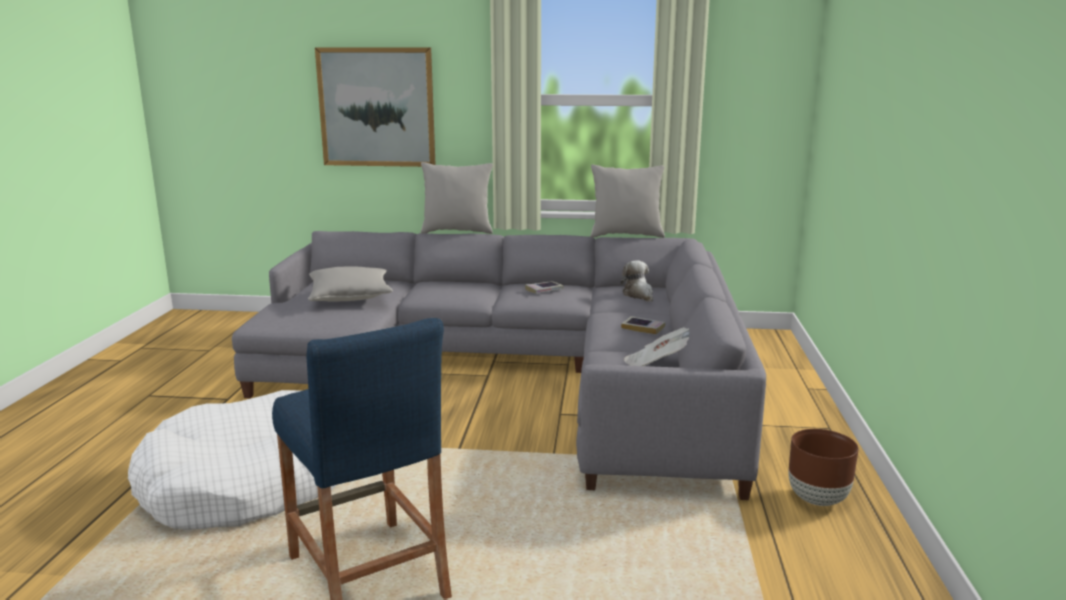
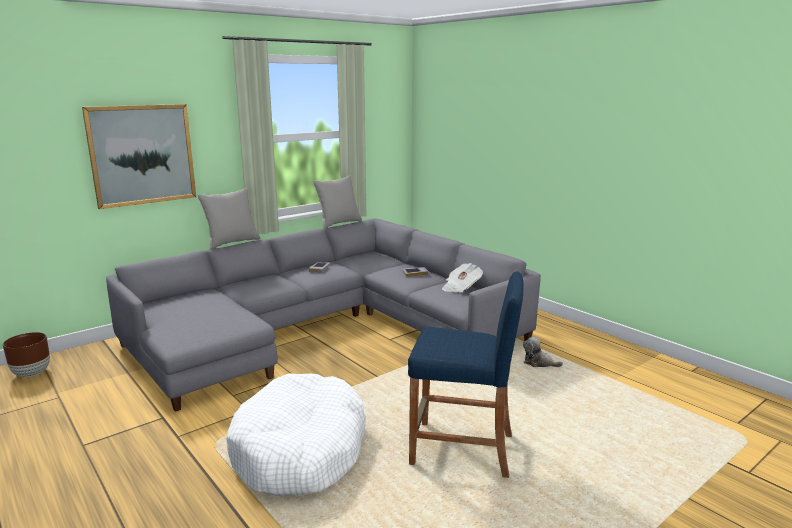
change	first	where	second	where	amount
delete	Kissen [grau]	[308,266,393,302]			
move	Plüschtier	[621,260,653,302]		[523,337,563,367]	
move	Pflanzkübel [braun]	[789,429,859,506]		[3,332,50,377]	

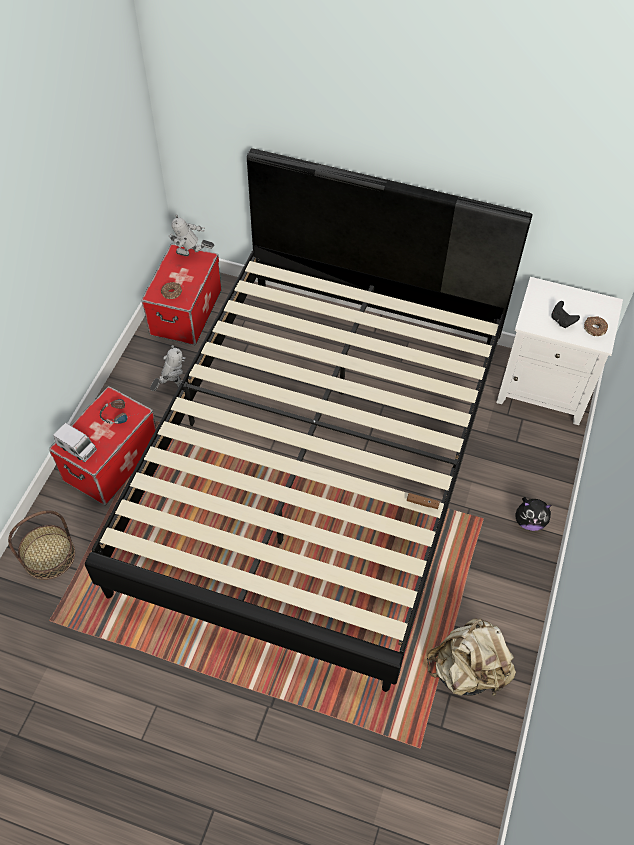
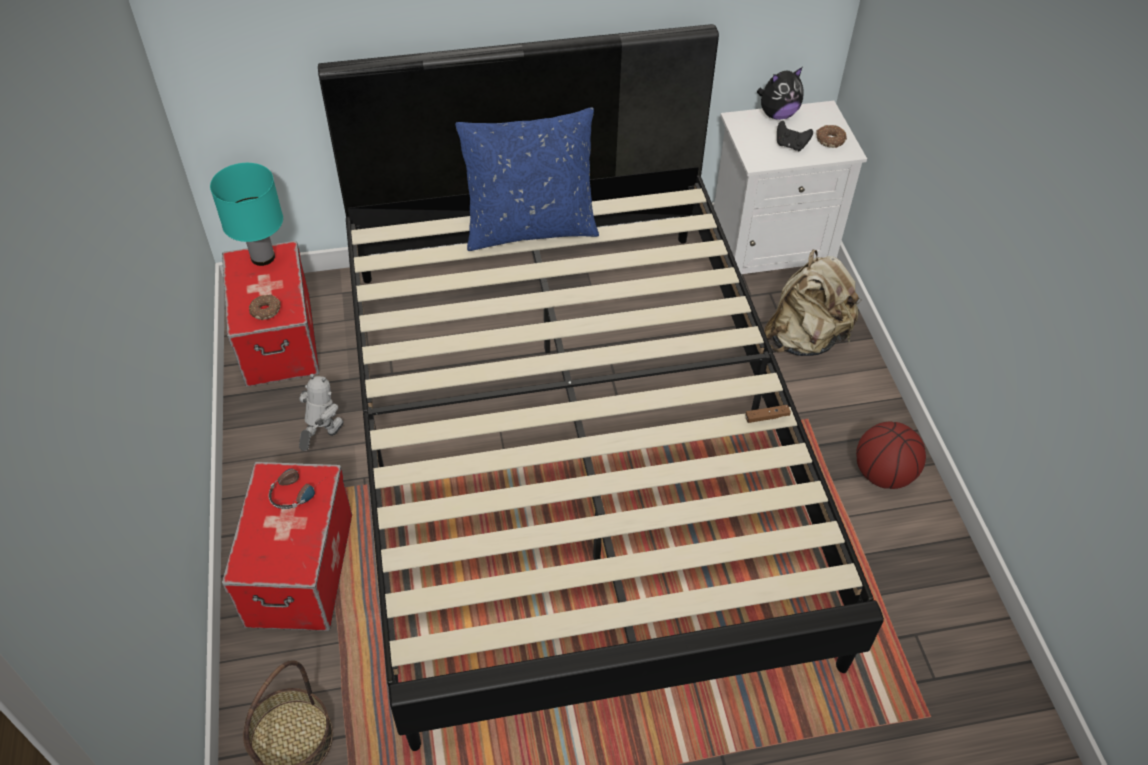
change	first	where	second	where	amount
delete	Spielzeuglaster	[53,423,97,462]			
insert			Kissen [blau]	[455,107,599,251]	
insert			Basketball	[856,422,926,489]	
move	Rucksack [beige]	[427,618,516,698]		[764,249,862,356]	
move	Plüschtier	[515,497,551,531]		[757,67,804,120]	
replace	Spielzeugroboter	[169,214,214,256]	Tischlampe [türkis]	[210,163,283,266]	

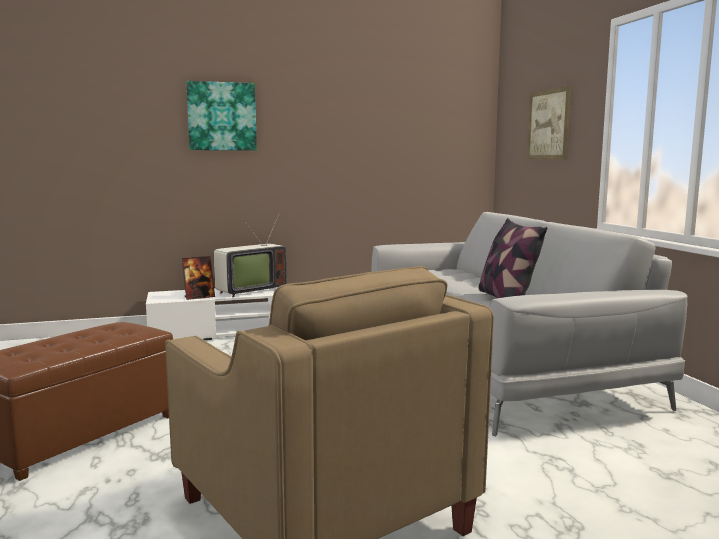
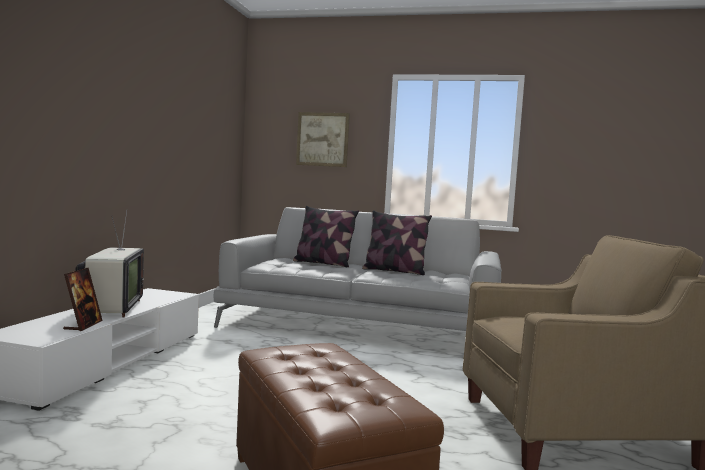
change	first	where	second	where	amount
delete	Bild	[186,81,257,150]			
insert			Kissen	[293,206,359,267]	

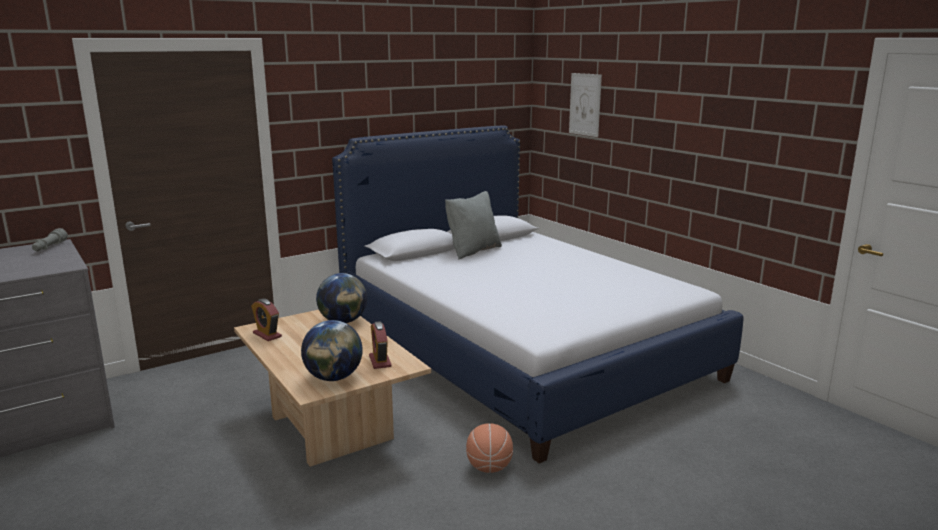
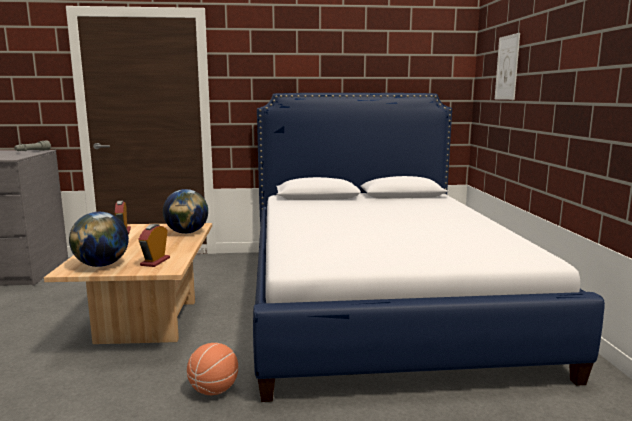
change	first	where	second	where	amount
delete	Kissen [grau]	[445,191,502,260]			

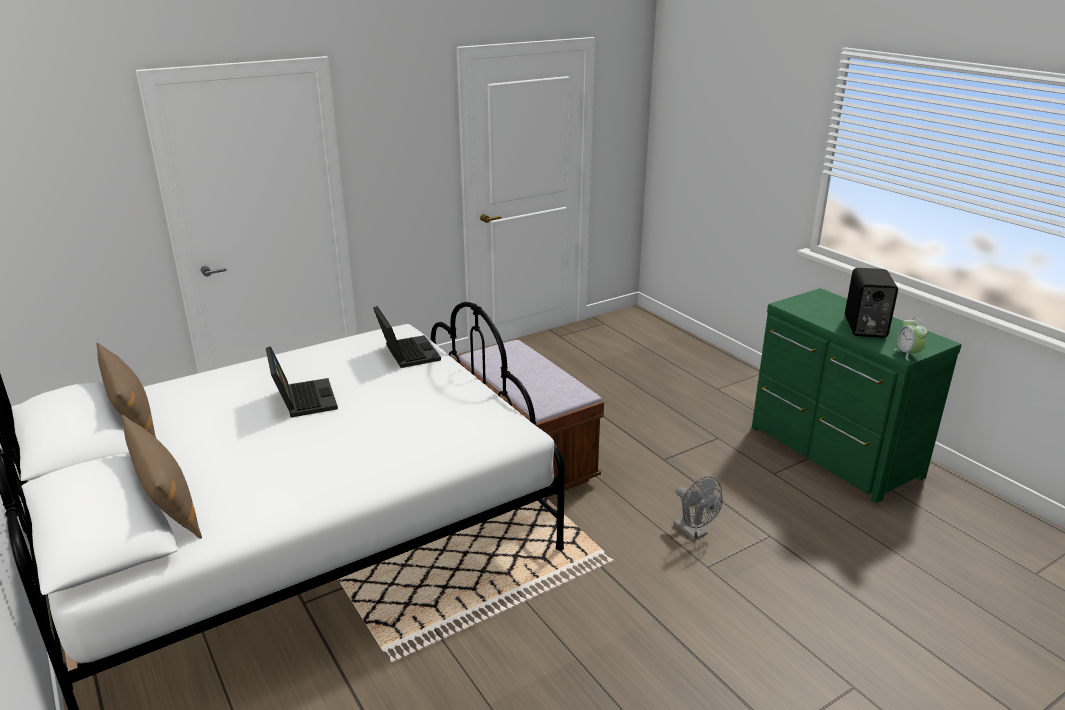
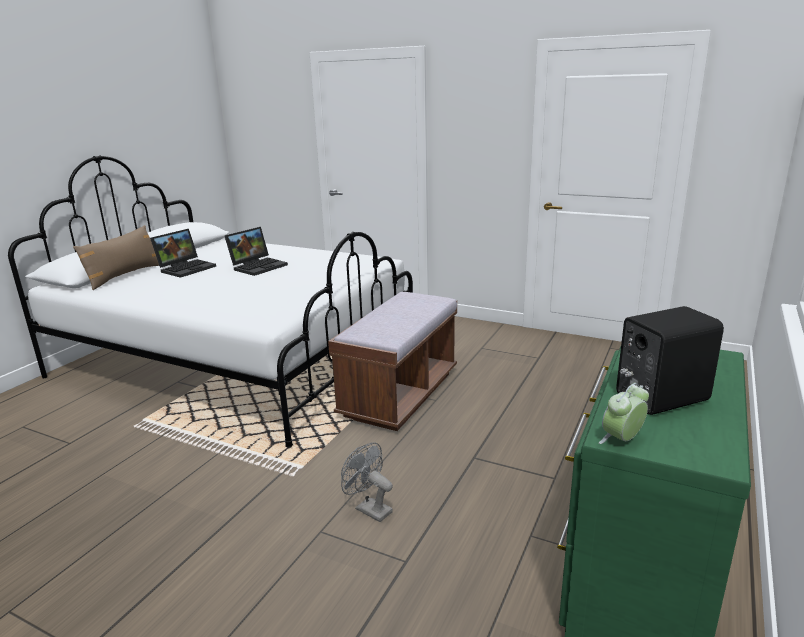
change	first	where	second	where	amount
delete	Kissen [braun]	[96,342,156,438]			
move	Laptop	[373,306,441,368]		[150,229,216,278]	
rotate	Ventilator [grau]	[673,476,723,541]		[341,442,393,522]	105 degrees clockwise

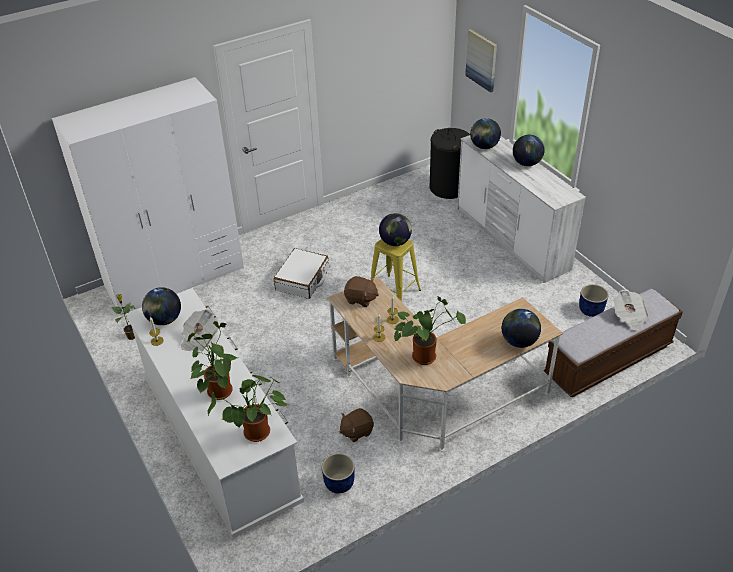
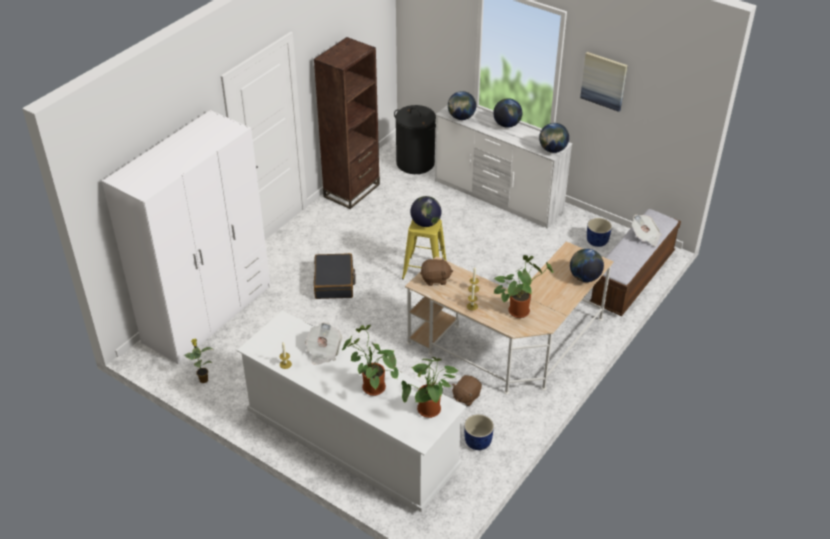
change	first	where	second	where	amount
insert			Bücherregal [braun]	[314,37,380,209]	
move	Globus	[142,287,181,325]		[539,123,569,153]	
move	Bild	[465,29,497,92]		[580,52,628,112]	
recolor	Koffer [weiß]	[274,248,329,299]	Koffer [schwarz]	[314,253,356,299]	

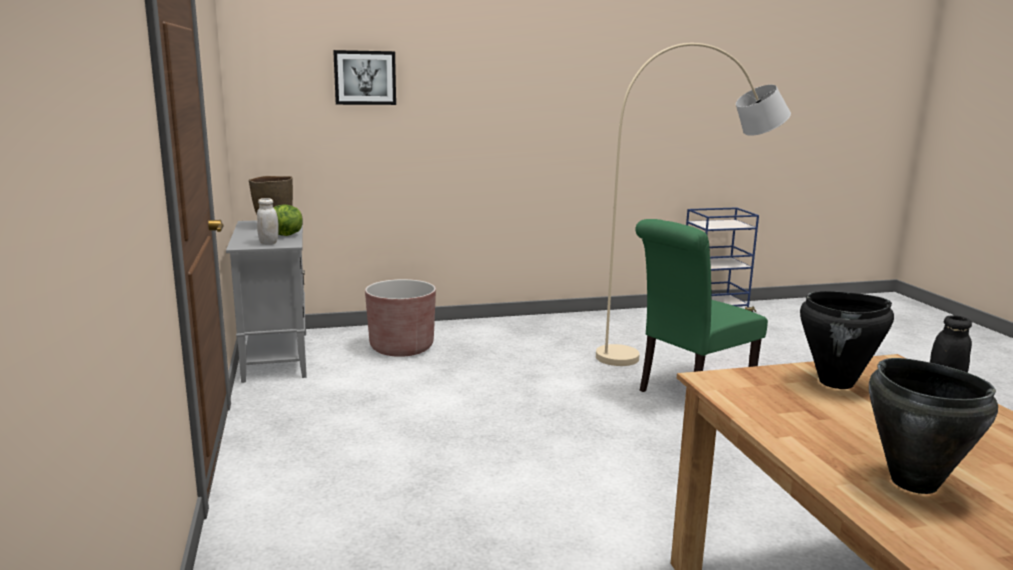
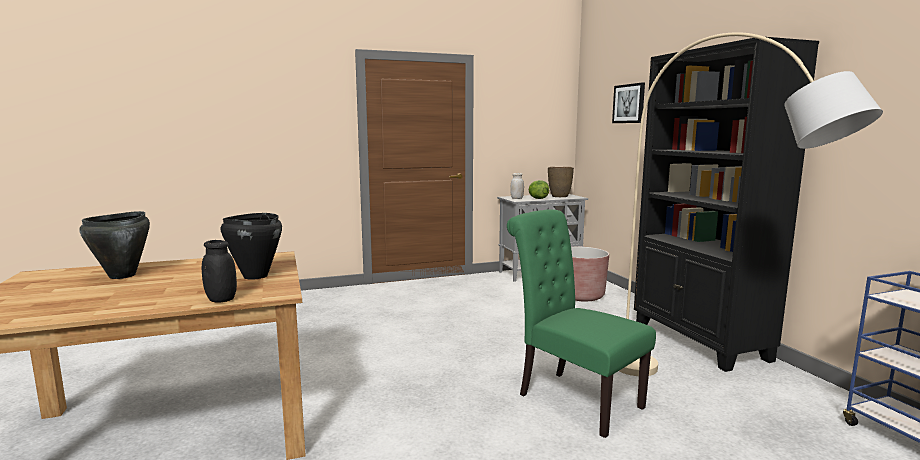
change	first	where	second	where	amount
insert			Bücherregal [schwarz]	[634,37,819,372]	

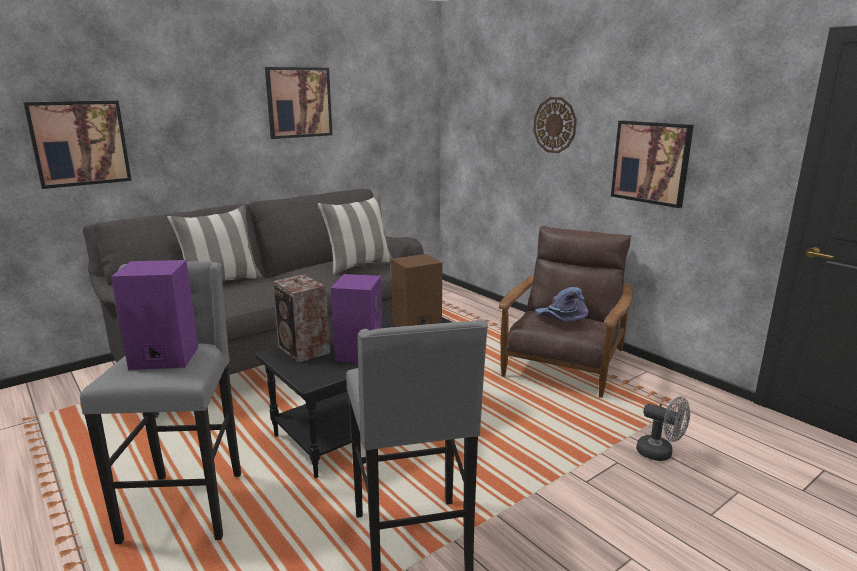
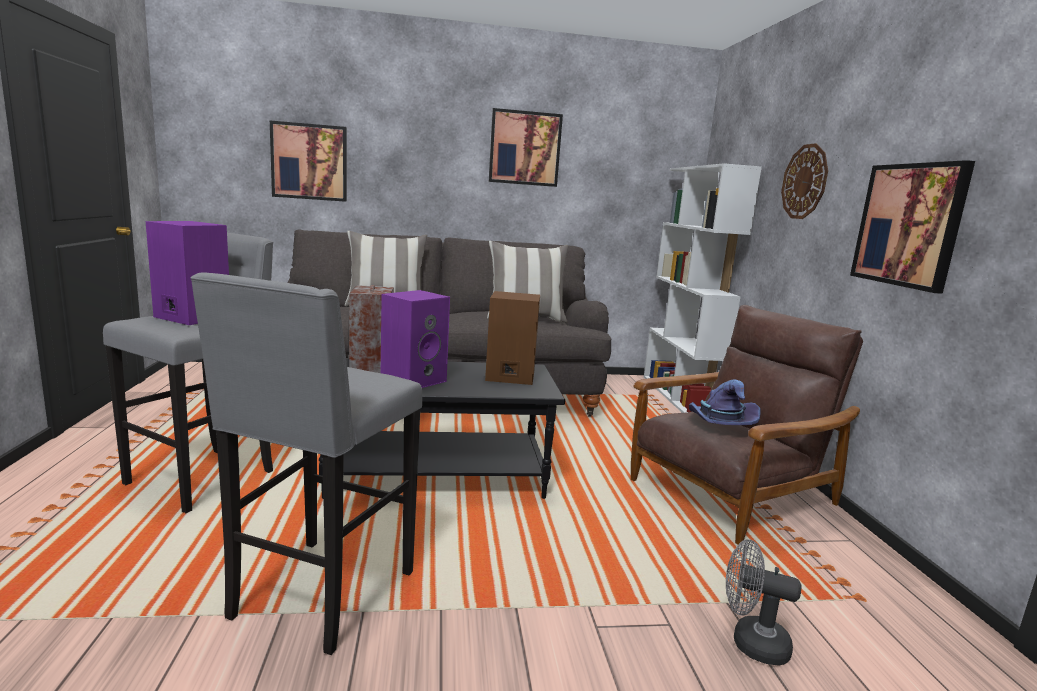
change	first	where	second	where	amount
insert			Bücherregal [weiß]	[644,163,762,413]	
rotate	Ventilator [grau]	[636,396,690,461]		[726,539,801,666]	135 degrees clockwise

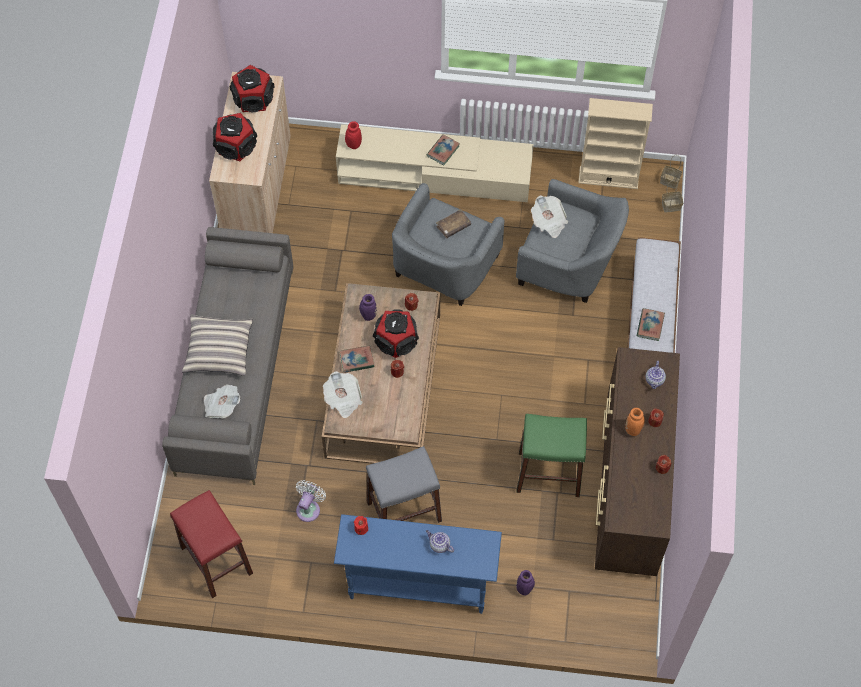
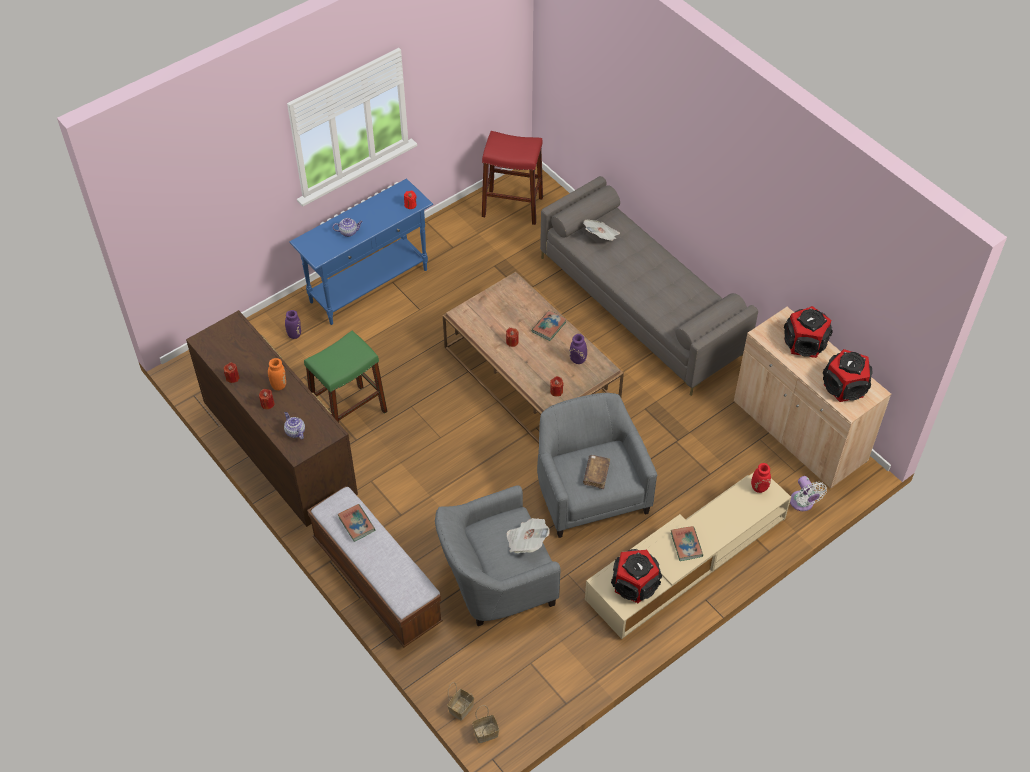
change	first	where	second	where	amount
delete	Kissen	[182,315,253,376]			
delete	Zeitung	[323,371,363,418]			
delete	Hocker [grau]	[366,446,442,523]			
delete	Bücherregal [beige]	[578,98,653,189]			
move	Ventilator [weiß]	[296,480,326,522]		[790,476,827,511]	
move	Lautsprecher	[373,309,419,358]		[611,549,662,603]	

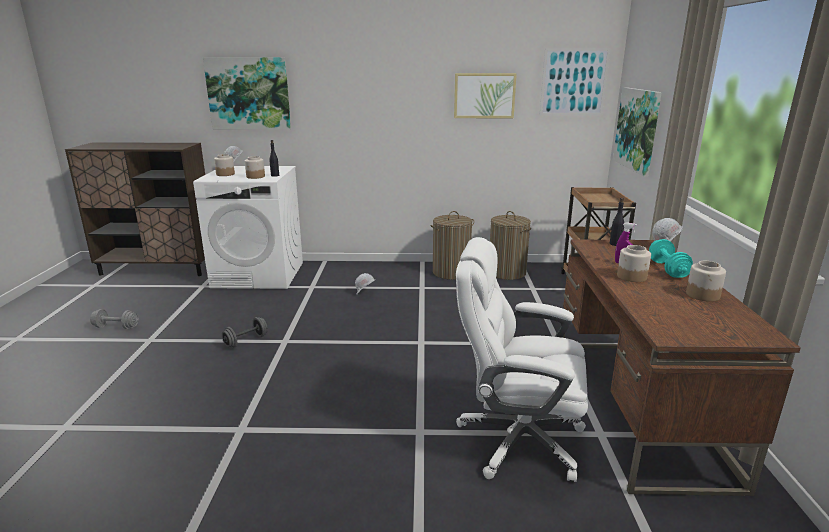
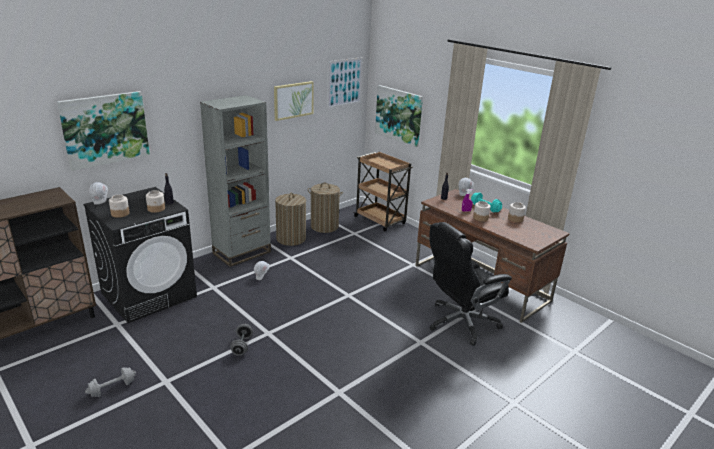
change	first	where	second	where	amount
insert			Bücherregal [grau]	[200,95,271,267]	
recolor	Waschmaschine [weiß]	[193,166,303,289]	Waschmaschine [schwarz]	[83,187,197,323]	
recolor	Bürostuhl [weiß]	[456,237,588,482]	Bürostuhl [schwarz]	[429,222,512,346]	

